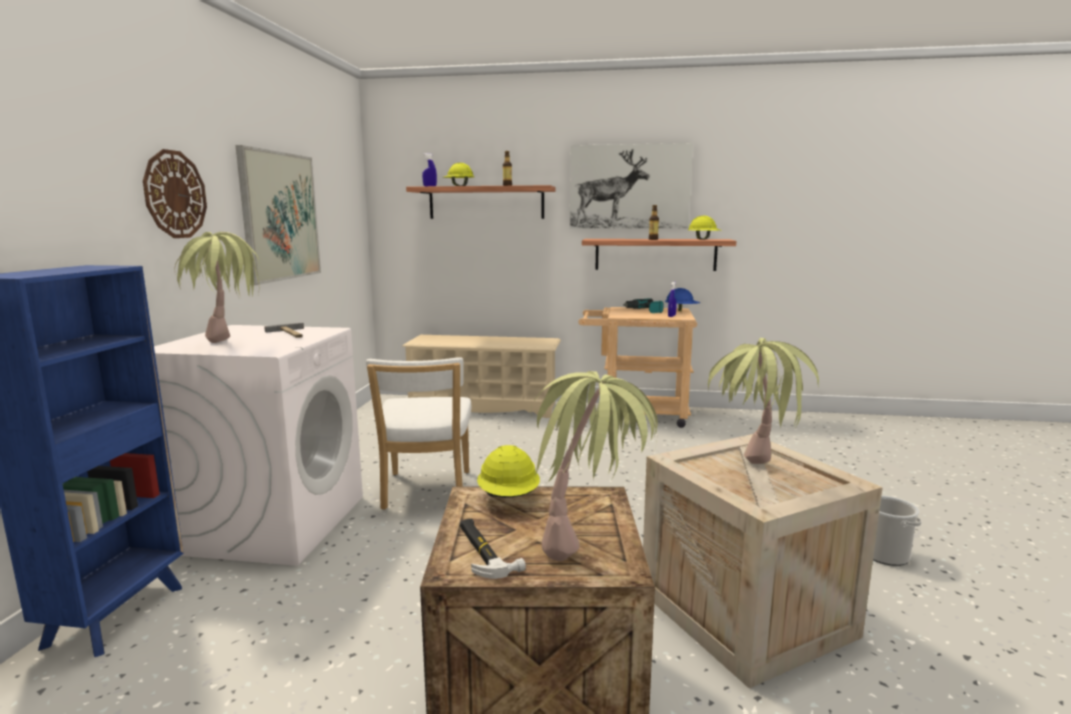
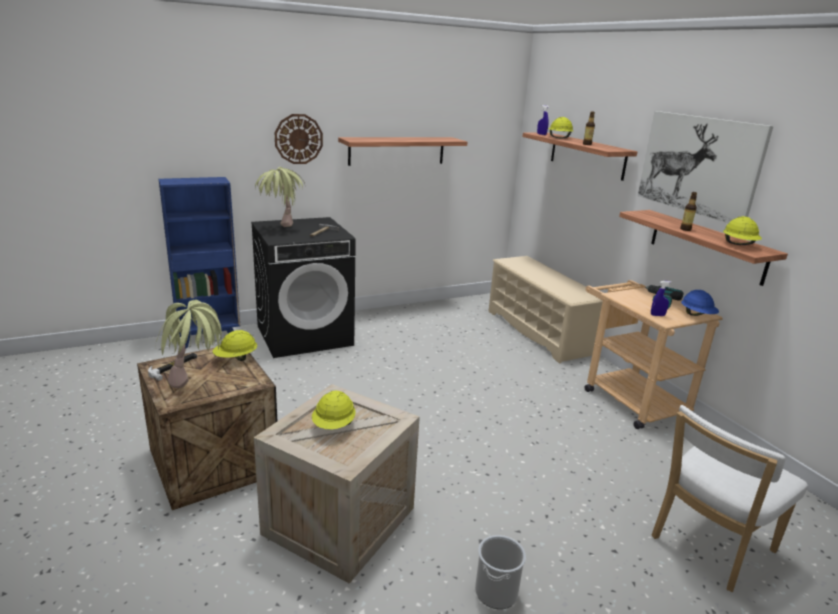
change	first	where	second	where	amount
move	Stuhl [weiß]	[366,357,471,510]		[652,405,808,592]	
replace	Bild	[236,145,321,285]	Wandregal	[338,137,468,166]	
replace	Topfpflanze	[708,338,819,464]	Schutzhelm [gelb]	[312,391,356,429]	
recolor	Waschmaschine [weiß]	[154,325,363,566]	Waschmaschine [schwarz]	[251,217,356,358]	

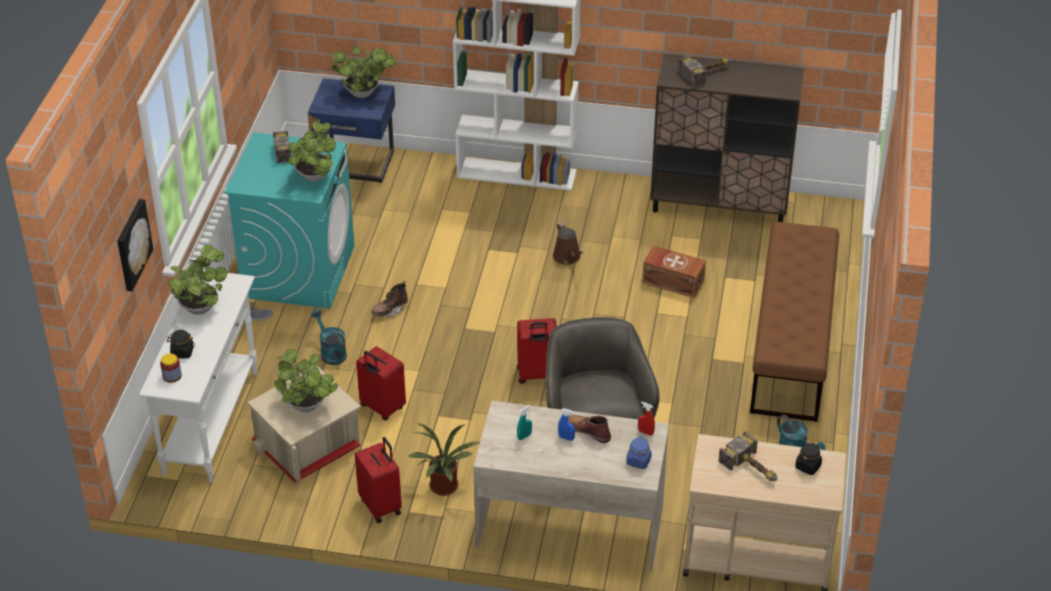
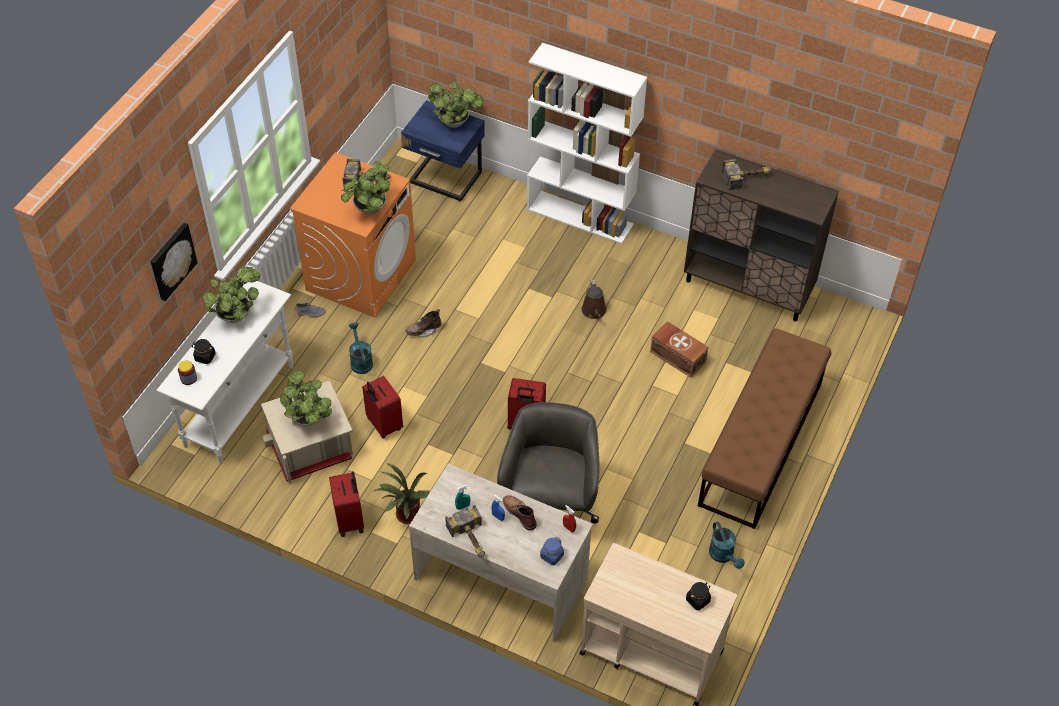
change	first	where	second	where	amount
move	Hammer	[718,432,777,481]		[445,505,485,558]	
recolor	Waschmaschine [türkis]	[224,132,355,309]	Waschmaschine [orange]	[290,152,416,317]	

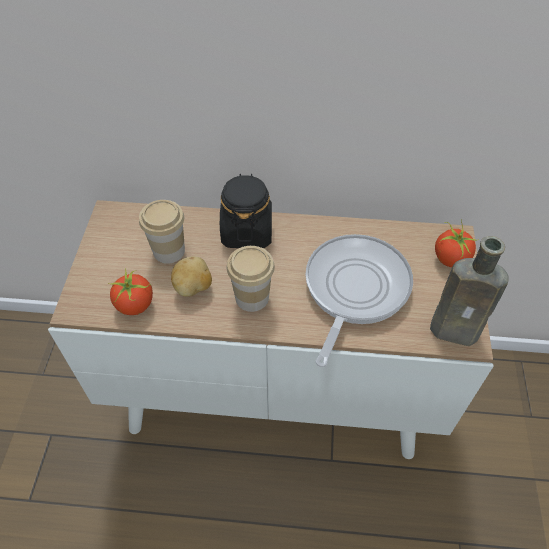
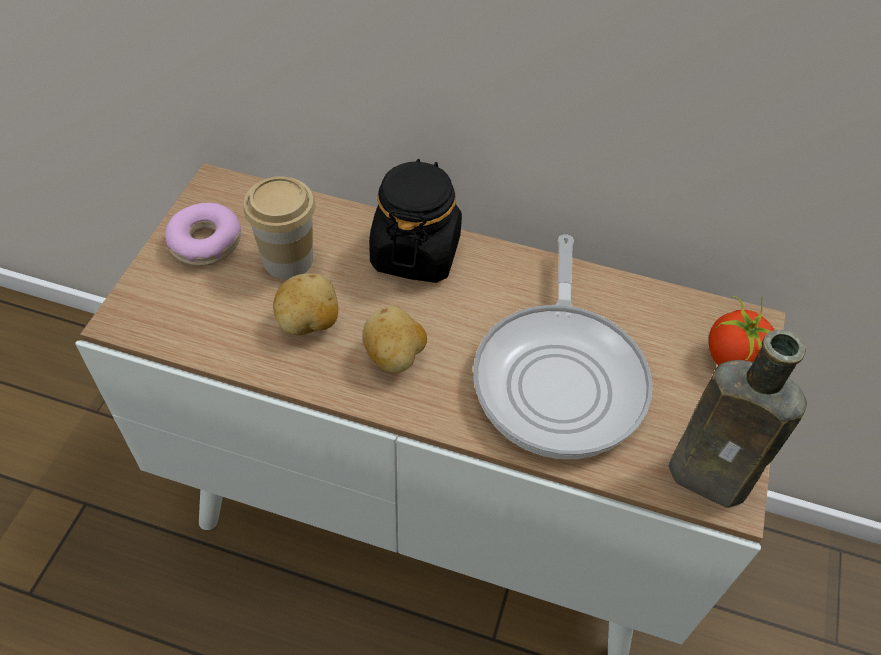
change	first	where	second	where	amount
delete	Tomate	[108,269,153,315]			
insert			Donut	[165,203,241,266]	
replace	Tasse	[227,246,275,312]	Kartoffel	[362,306,427,373]	
rotate	Pfanne	[306,234,413,367]		[473,234,652,459]	150 degrees clockwise

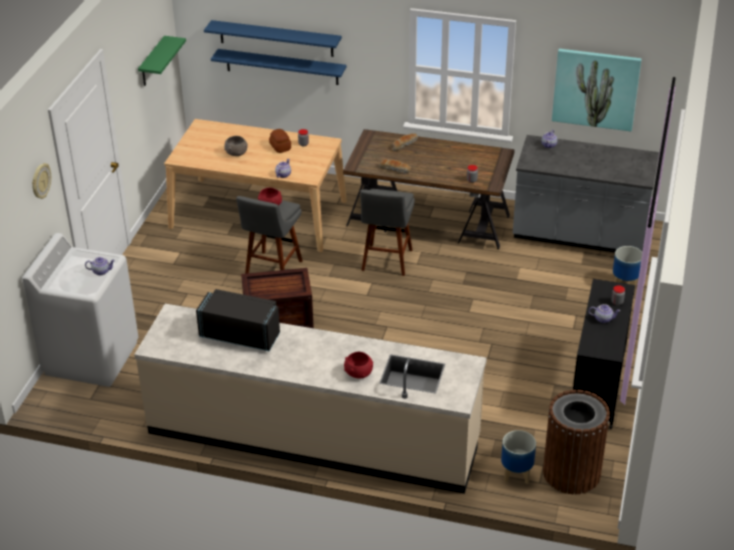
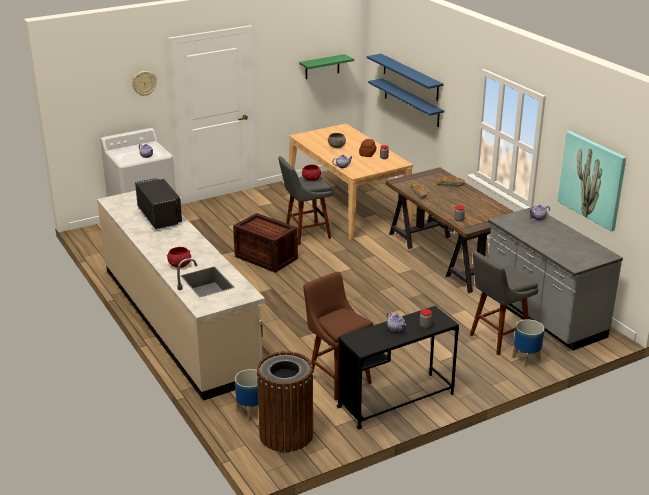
change	first	where	second	where	amount
insert			Hocker [braun]	[303,272,373,400]	
move	Hocker [grau]	[360,189,415,276]		[470,251,538,355]	

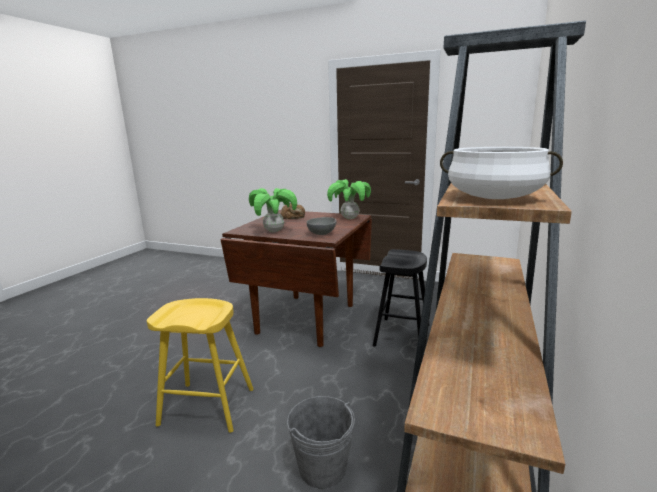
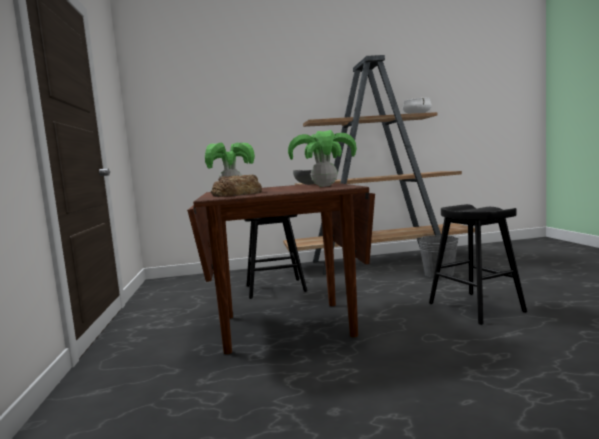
change	first	where	second	where	amount
recolor	Hocker [gelb]	[147,298,254,433]	Hocker [schwarz]	[429,204,527,325]	

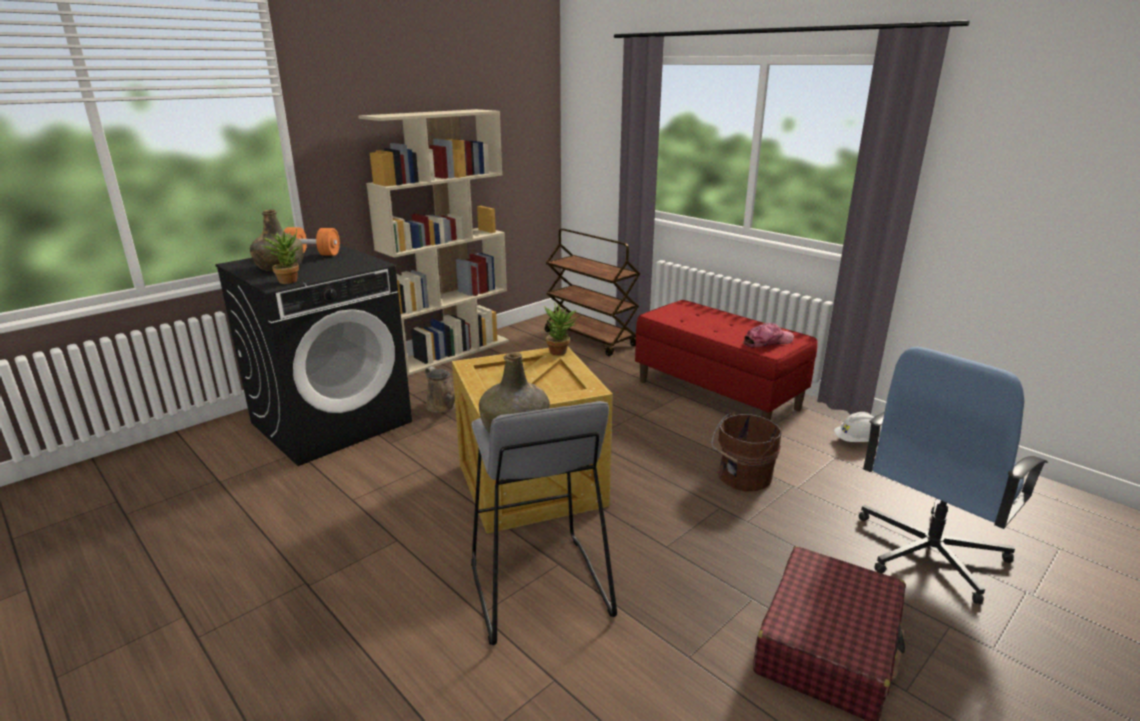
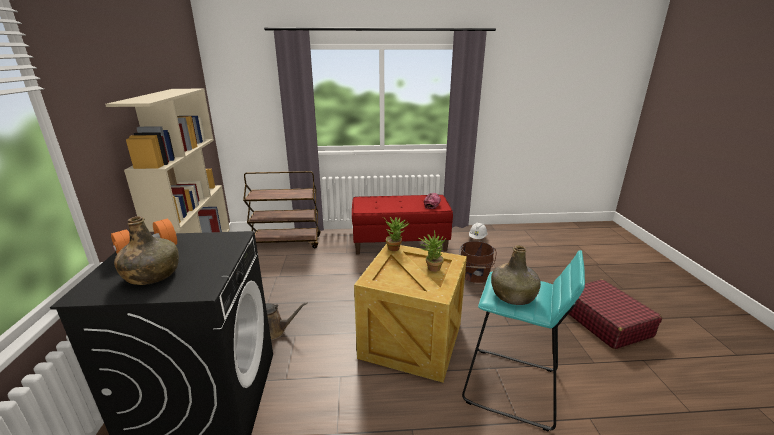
change	first	where	second	where	amount
delete	Bürostuhl [blau]	[859,347,1048,604]			
move	Topfpflanze	[261,229,300,284]		[419,230,446,272]	
recolor	Hocker [grau]	[471,401,617,645]	Hocker [türkis]	[462,250,585,432]	

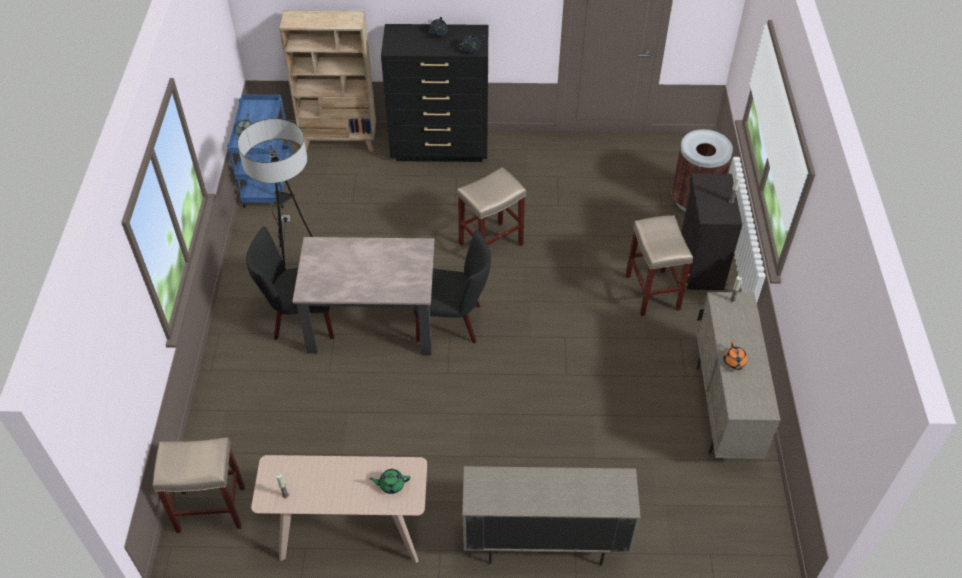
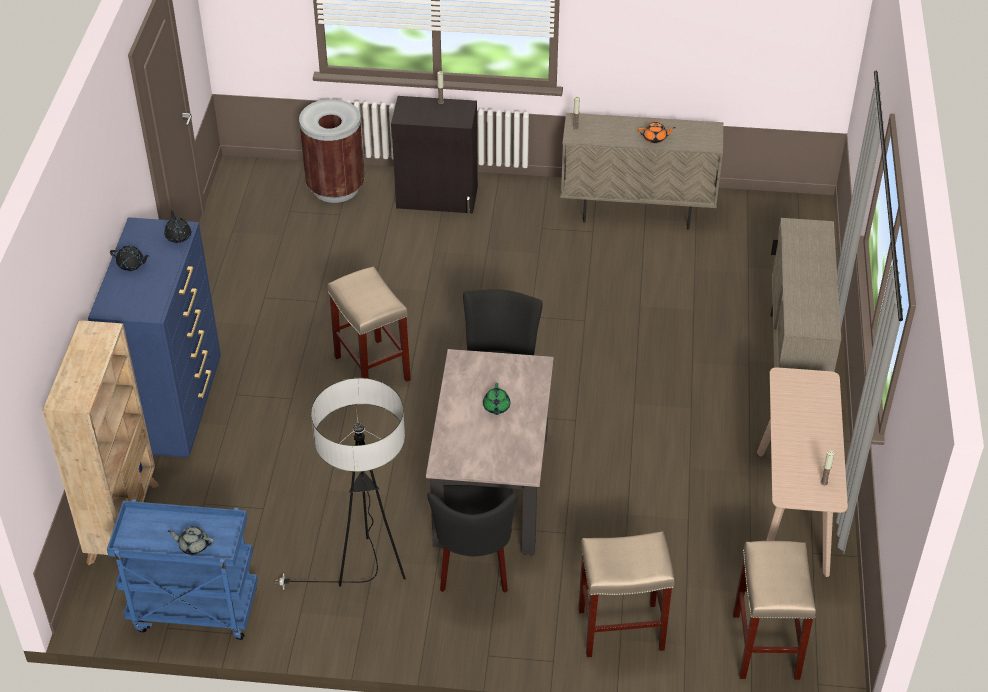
change	first	where	second	where	amount
move	Teekanne [grün]	[369,469,410,494]		[483,383,510,415]	
move	Hocker [beige]	[625,215,693,316]		[578,531,675,657]	
recolor	Kommode [schwarz]	[381,24,488,162]	Kommode [blau]	[88,217,221,458]	

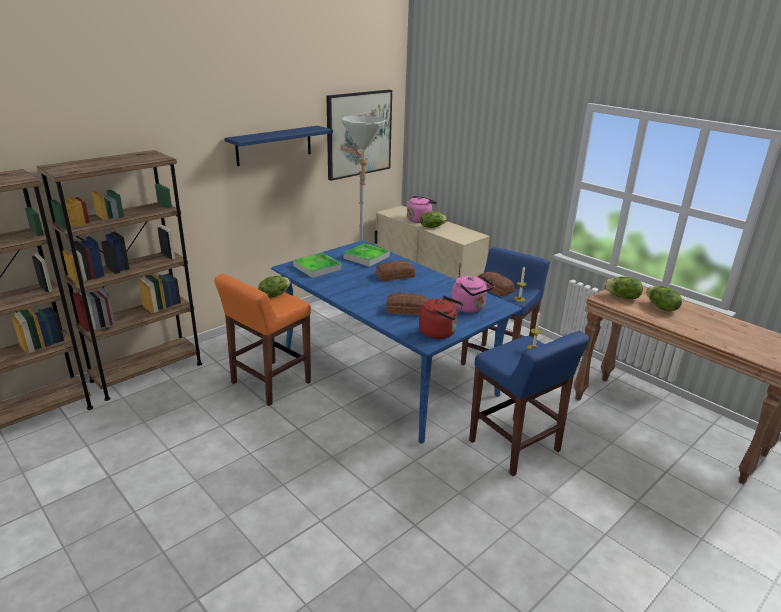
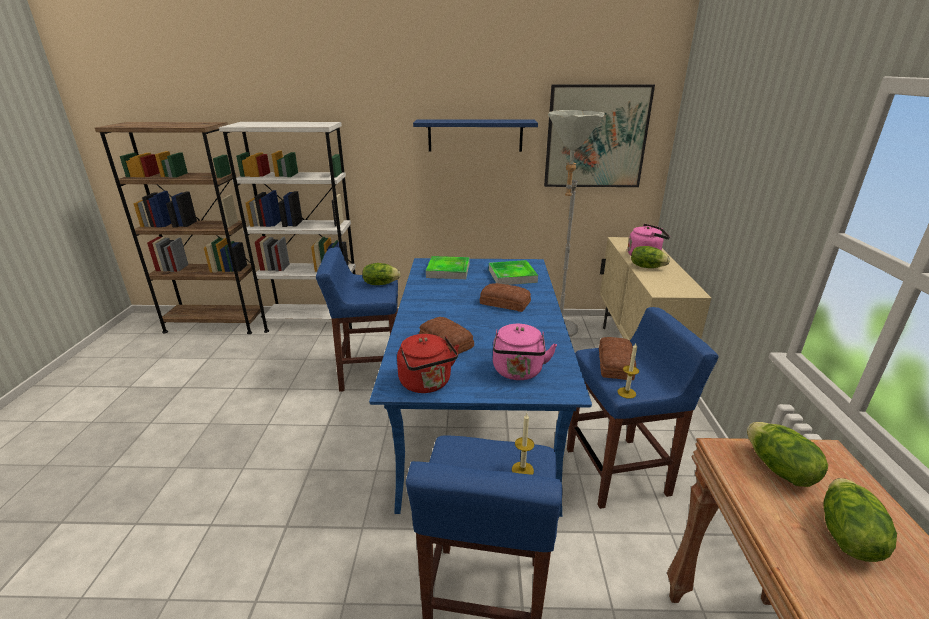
change	first	where	second	where	amount
recolor	Bücherregal [braun]	[36,150,202,401]	Bücherregal [weiß]	[219,122,356,333]	
recolor	Hocker [orange]	[214,274,311,406]	Hocker [blau]	[316,247,398,392]	

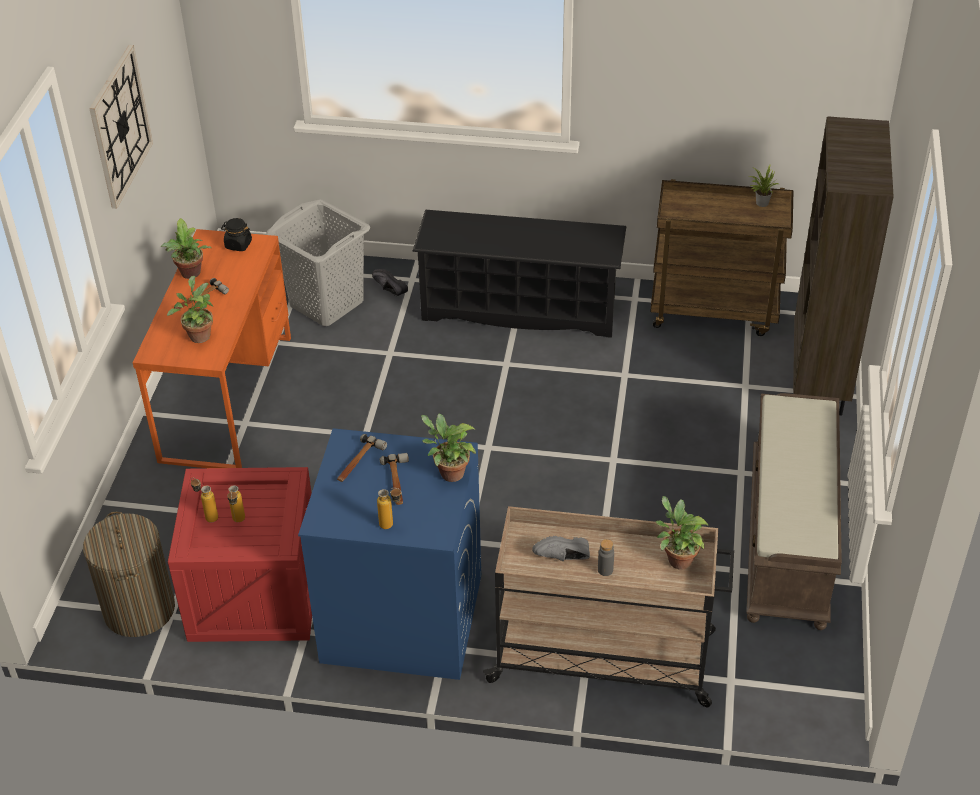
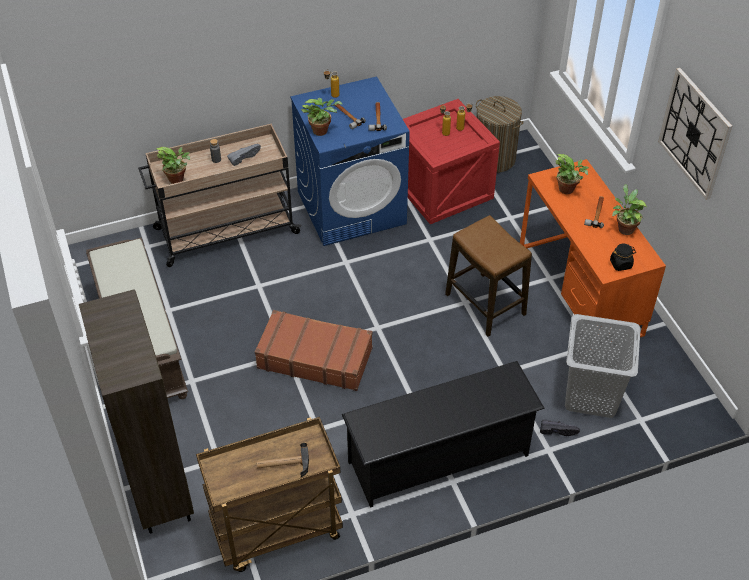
change	first	where	second	where	amount
delete	Topfpflanze	[748,165,779,207]			
insert			Koffer [braun]	[255,310,373,391]	
insert			Hammer	[257,443,309,477]	
insert			Hocker	[445,215,532,337]	

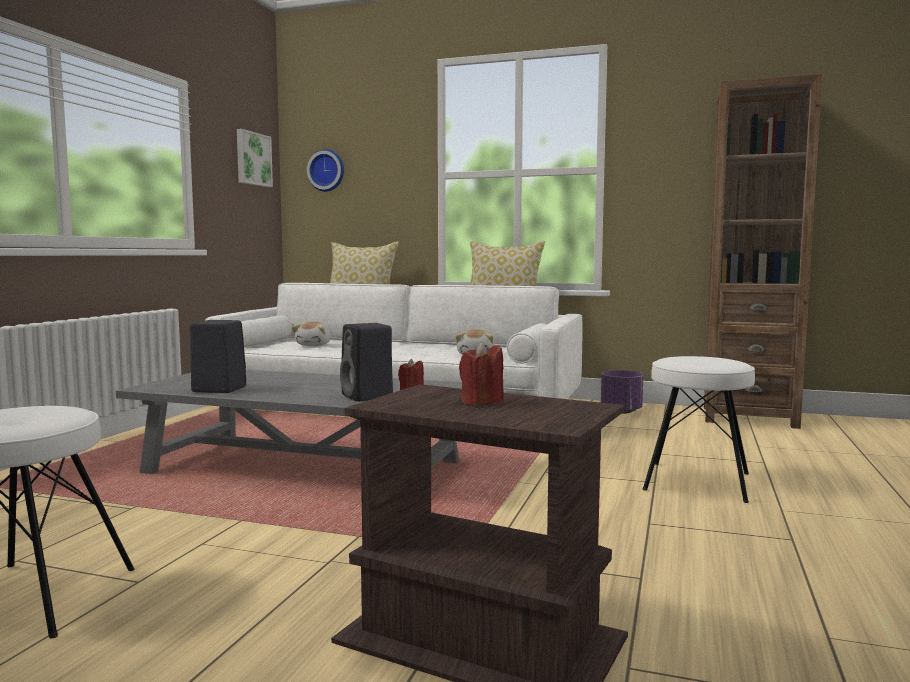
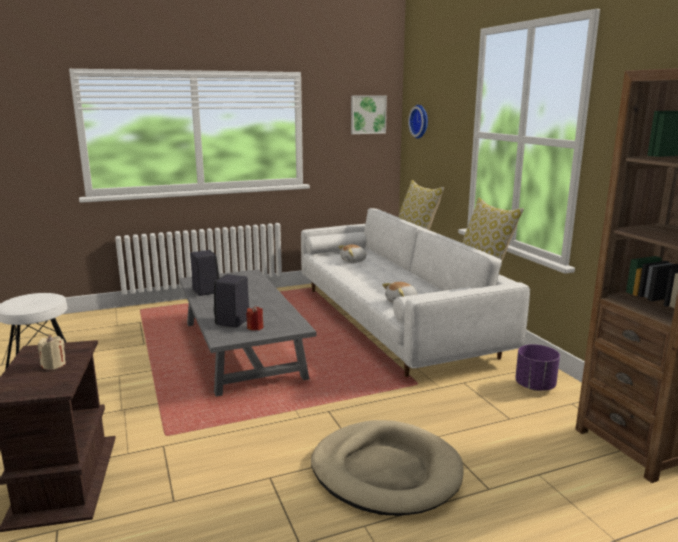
change	first	where	second	where	amount
replace	Hocker [weiß]	[643,356,755,503]	Hundebett [beige]	[311,420,464,516]	
recolor	Kerze [rot]	[459,342,504,406]	Kerze [beige]	[38,335,66,370]	

